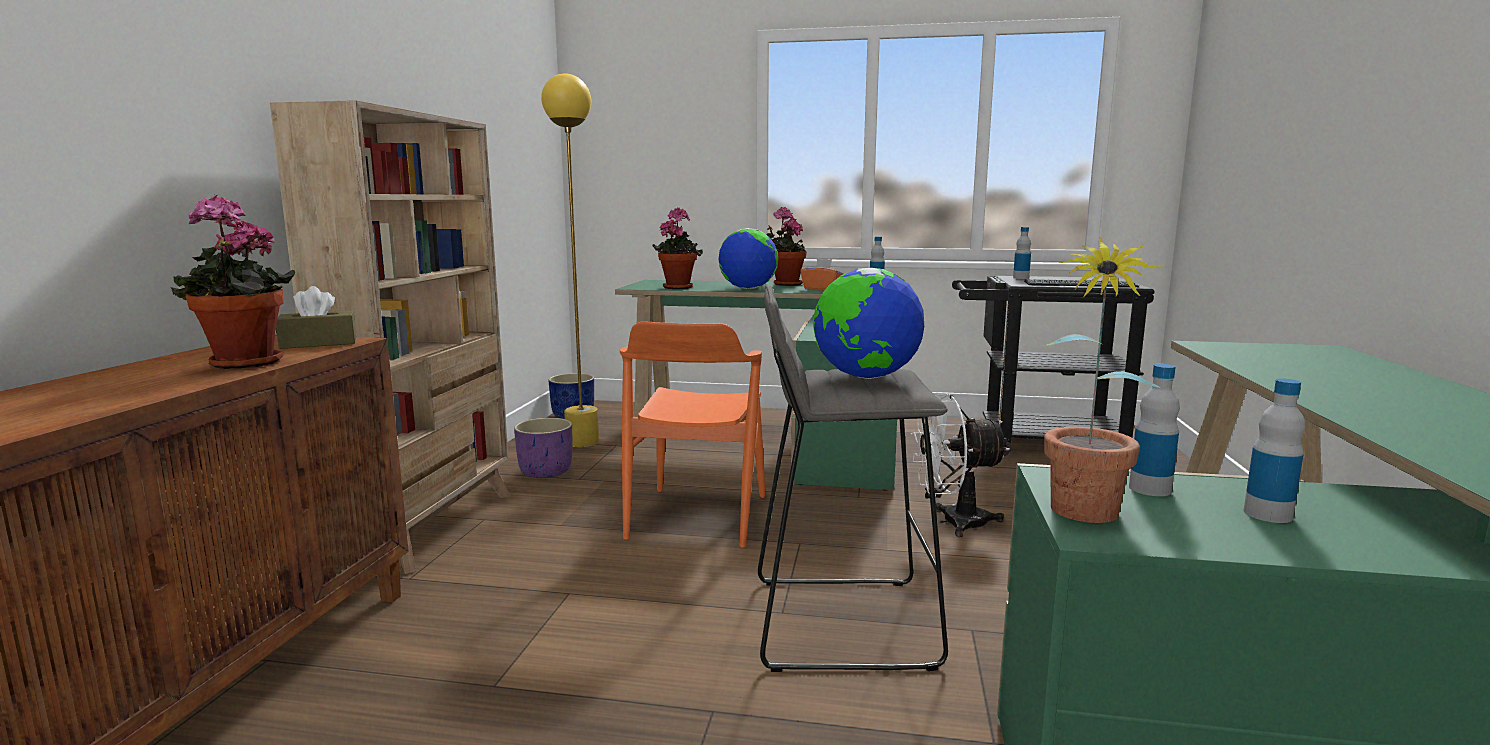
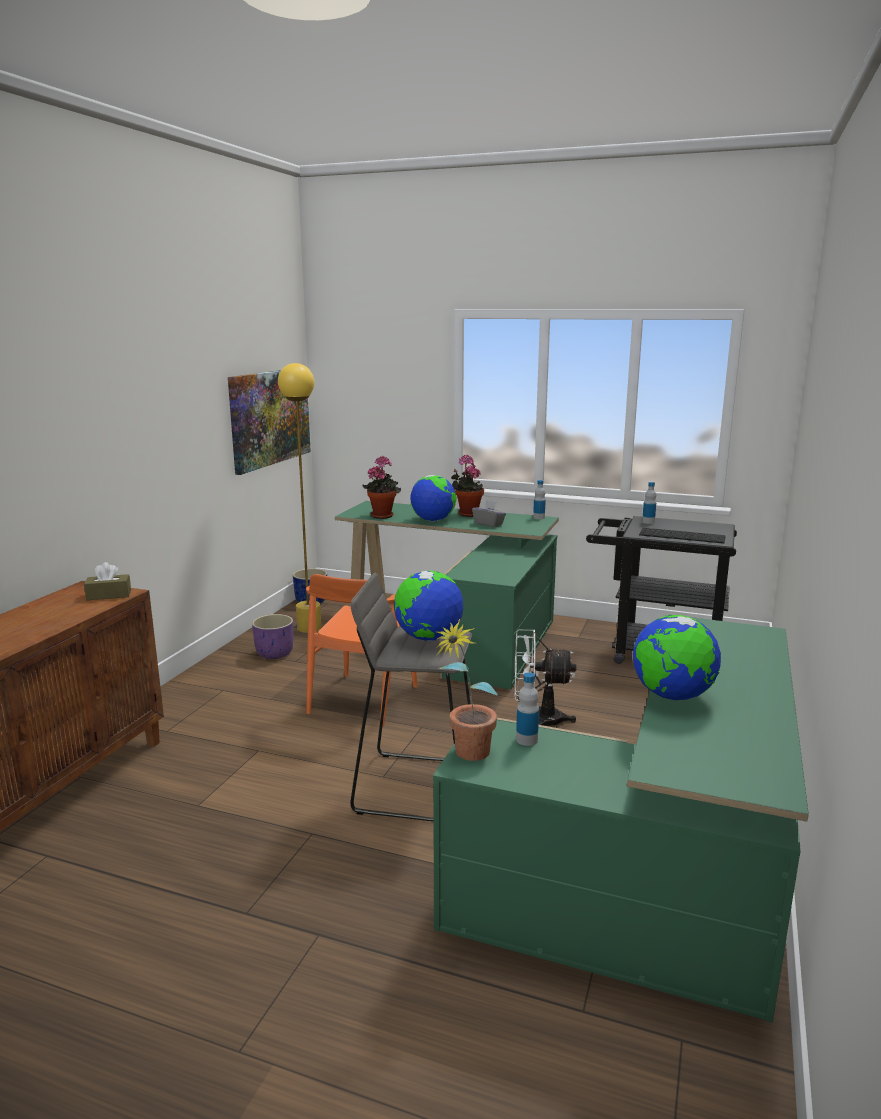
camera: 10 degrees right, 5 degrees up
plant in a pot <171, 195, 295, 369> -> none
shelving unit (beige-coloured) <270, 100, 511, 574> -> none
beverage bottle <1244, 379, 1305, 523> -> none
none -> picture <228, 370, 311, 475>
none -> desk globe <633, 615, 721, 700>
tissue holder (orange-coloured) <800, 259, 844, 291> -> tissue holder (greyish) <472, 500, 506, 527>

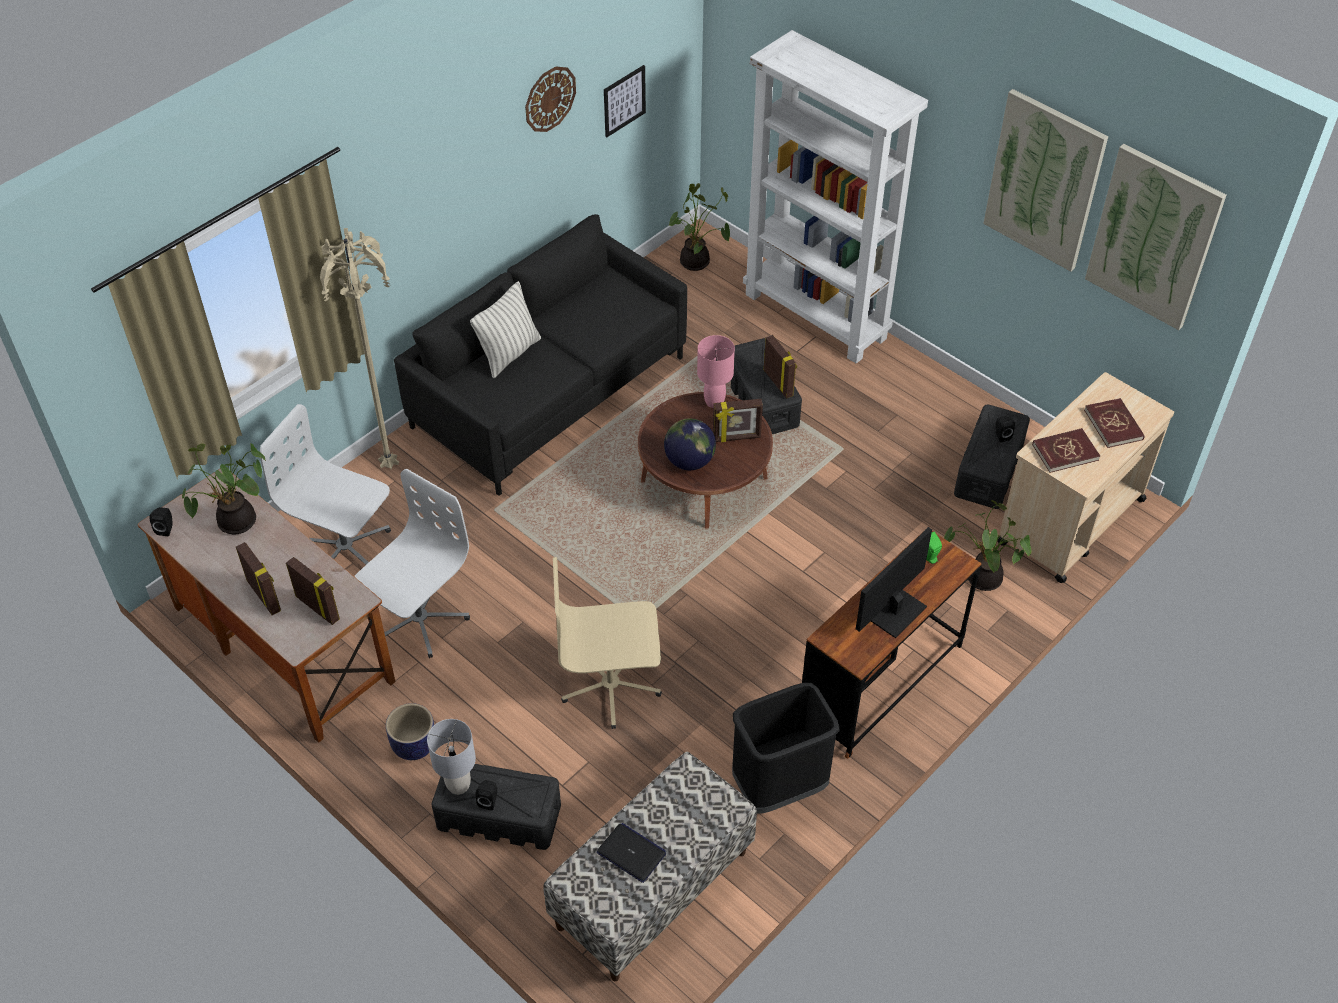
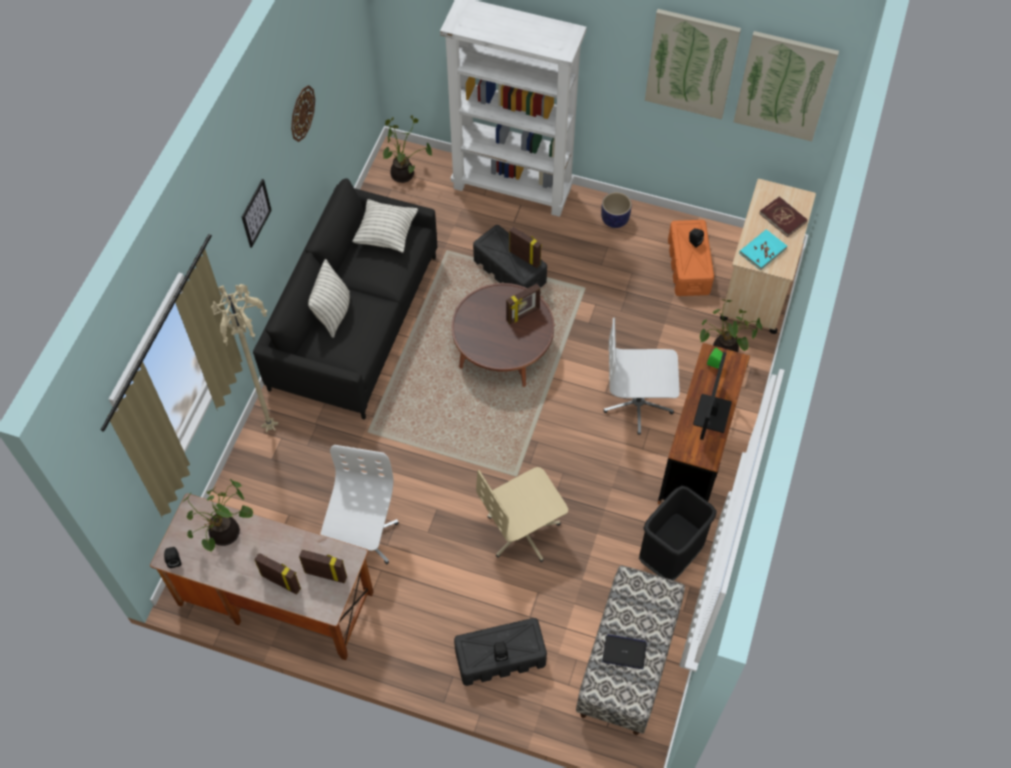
camera: 25 degrees left, 10 degrees up
lamp for a table (greyish) <427, 719, 476, 795> -> none
desk globe <664, 418, 716, 470> -> none
lamp for a table (pink) <697, 335, 735, 408> -> none
none -> cushion <352, 199, 418, 253>
computer chair (white-coloured) <260, 404, 391, 565> -> computer chair (white-coloured) <603, 317, 680, 435>, move
plant pot <386, 703, 434, 760> -> plant pot <601, 192, 632, 228>, move
picture <604, 65, 646, 137> -> picture <242, 179, 272, 248>, move
storage box (black-coloured) <954, 404, 1030, 509> -> storage box (orange-coloured) <668, 220, 714, 296>
book (reddish) <1032, 428, 1100, 473> -> book (turquoise) <739, 229, 787, 271>

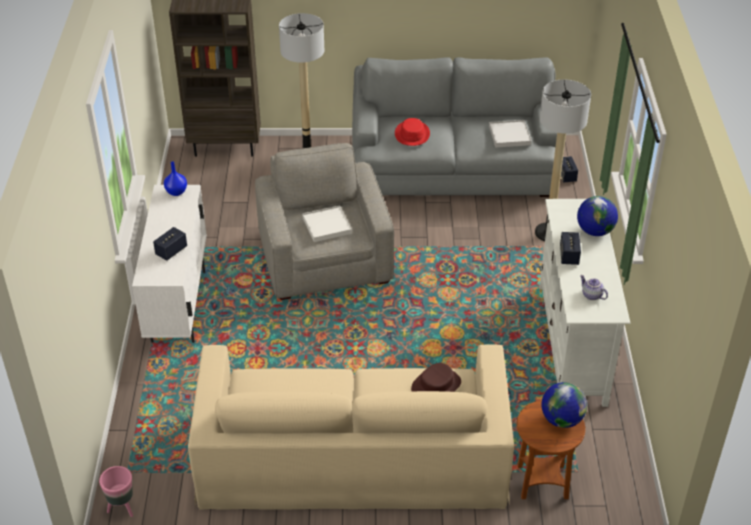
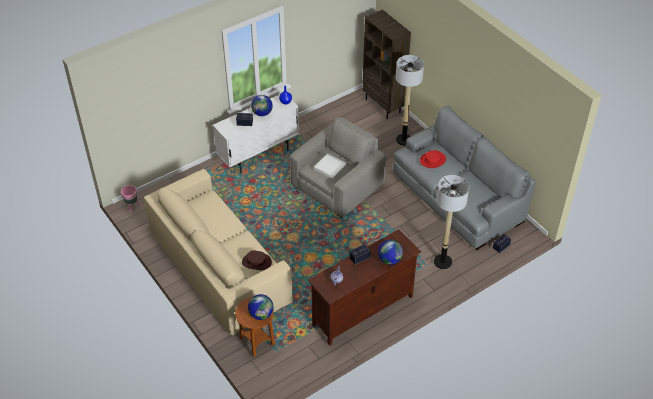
camera: 55 degrees right, 5 degrees up
serving tray (white-coloured) <489, 120, 532, 148> -> none
none -> desk globe <251, 95, 273, 116>
tv stand (white-coloured) <539, 199, 631, 407> -> tv stand (brown) <307, 229, 421, 346>

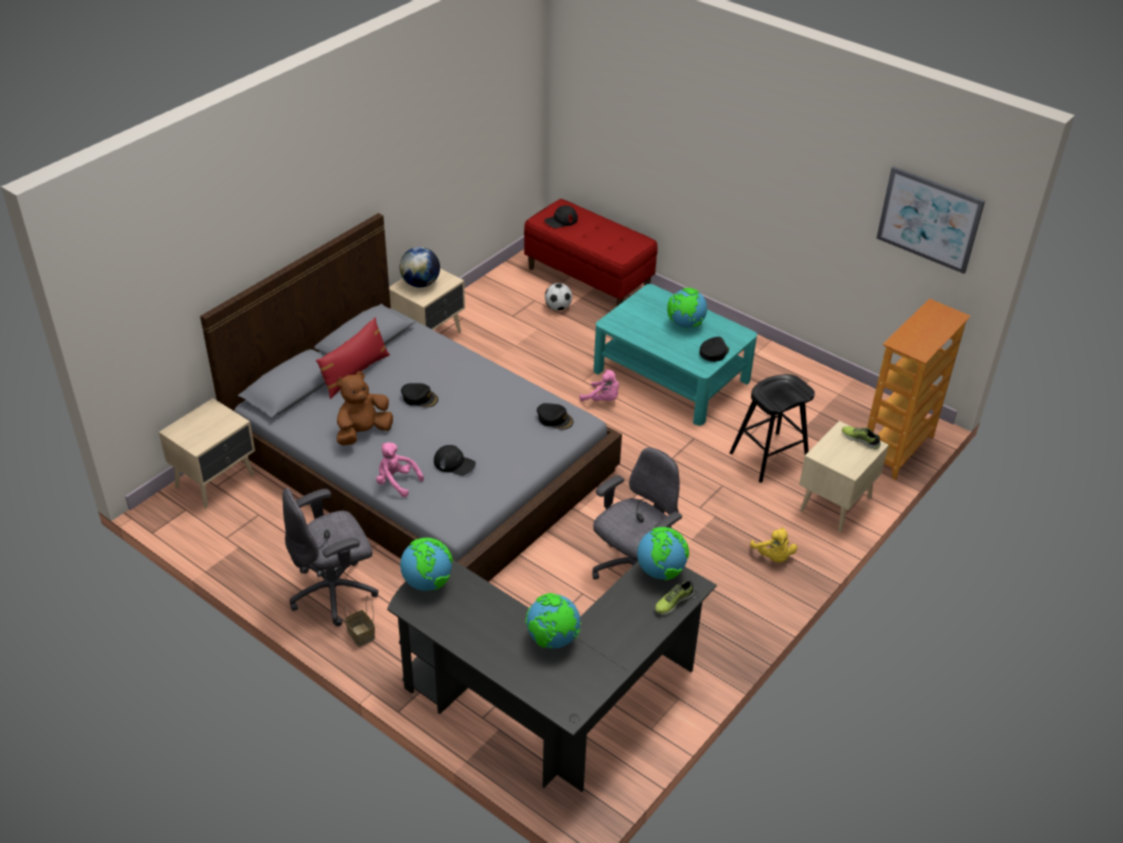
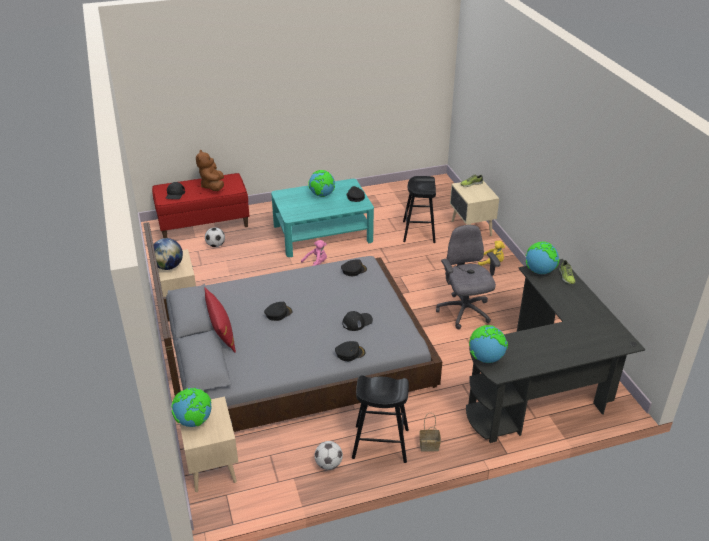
camera: 55 degrees left, 5 degrees down
shelving unit <867, 299, 971, 480> -> none
picture <876, 166, 985, 274> -> none
none -> football <315, 441, 343, 470>
cuddly toy (brown) <337, 371, 393, 445> -> cuddly toy (brown) <196, 150, 224, 191>, move
desk globe <526, 593, 581, 649> -> desk globe <171, 388, 212, 427>, move
computer chair (greyish) <283, 488, 379, 626> -> stool seat (black-coloured) <352, 375, 409, 463>
cuddly toy (pink) <376, 442, 424, 497> -> cap (black-coloured) <335, 341, 365, 361>

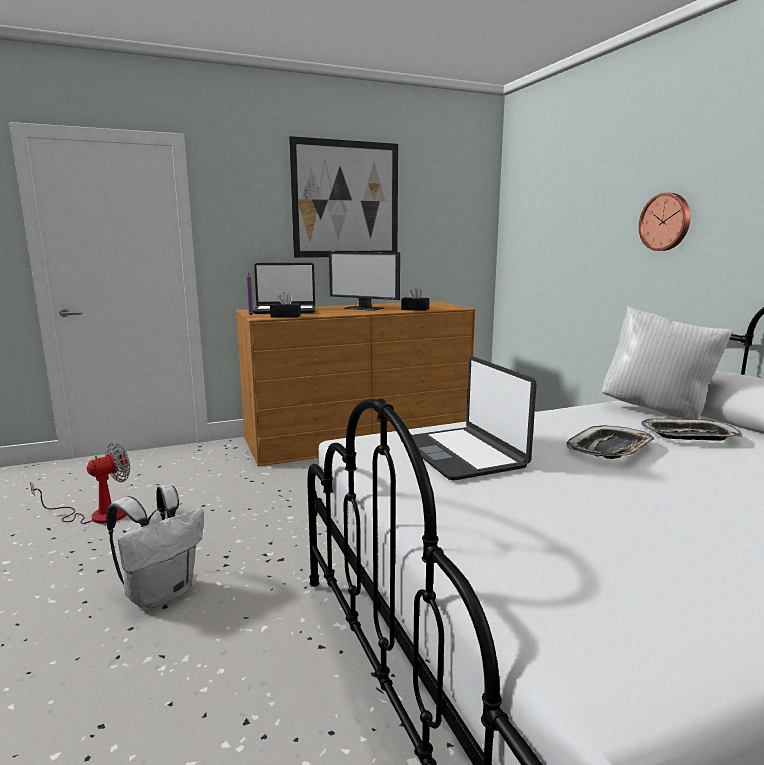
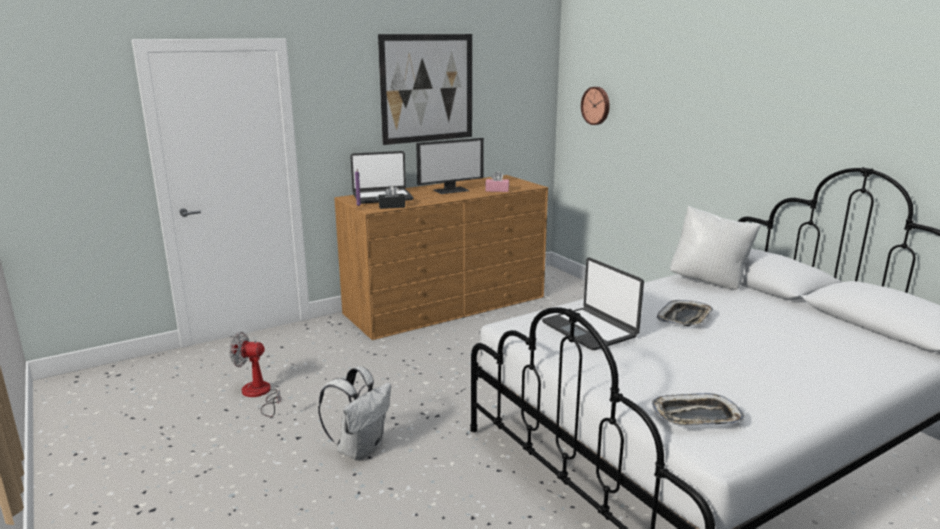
camera: 10 degrees left, 5 degrees up
wall clock <639, 193, 690, 251> -> wall clock <581, 87, 610, 125>, move
serving tray <641, 419, 743, 441> -> serving tray <652, 393, 745, 426>, move
tissue holder (black-coloured) <401, 287, 429, 311> -> tissue holder (pink) <485, 171, 509, 192>
fan <30, 443, 130, 524> -> fan <230, 332, 282, 417>, 120 degrees counterclockwise
computer screen <329, 252, 400, 311> -> computer screen <416, 138, 484, 194>, 45 degrees counterclockwise

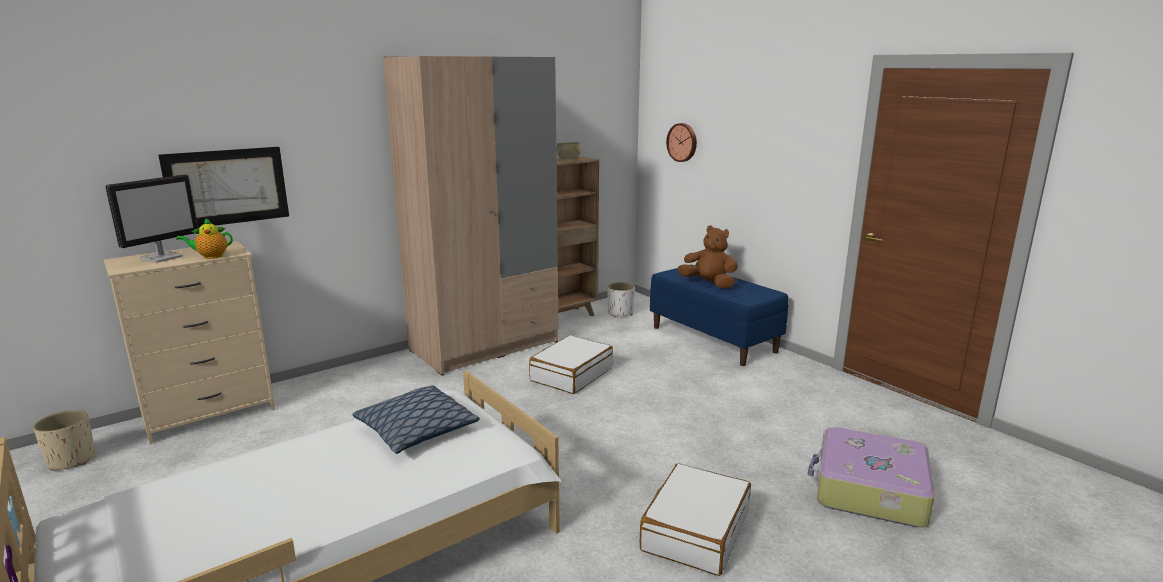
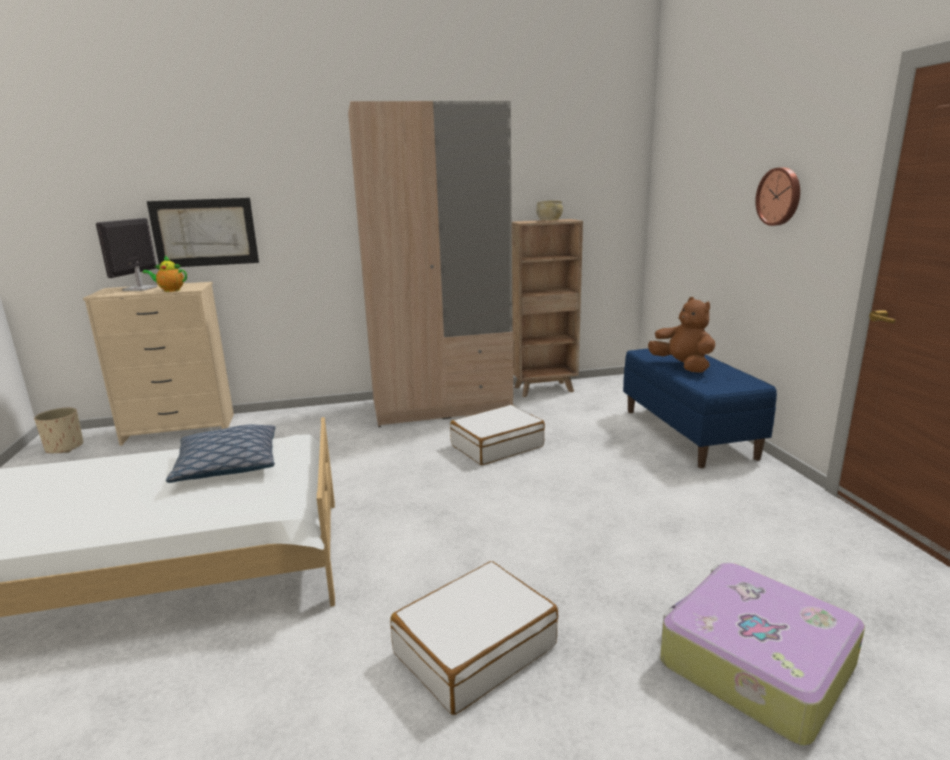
camera: 25 degrees right, 0 degrees up
plant pot (white-coloured) <607, 282, 635, 317> -> none
wall clock <666, 123, 697, 162> -> wall clock <755, 167, 800, 226>, move
computer screen <105, 174, 199, 263> -> computer screen <96, 218, 157, 291>, 135 degrees clockwise

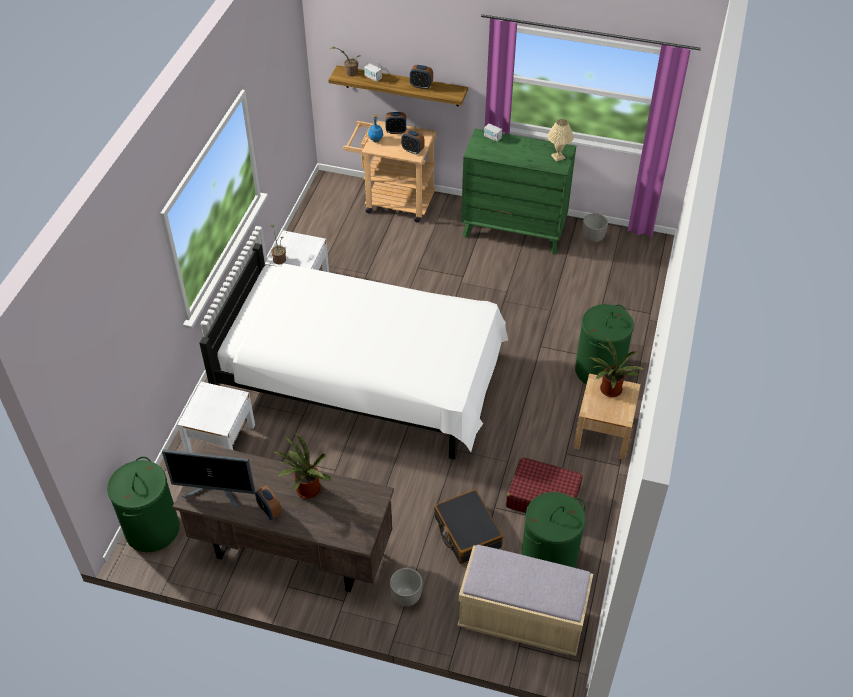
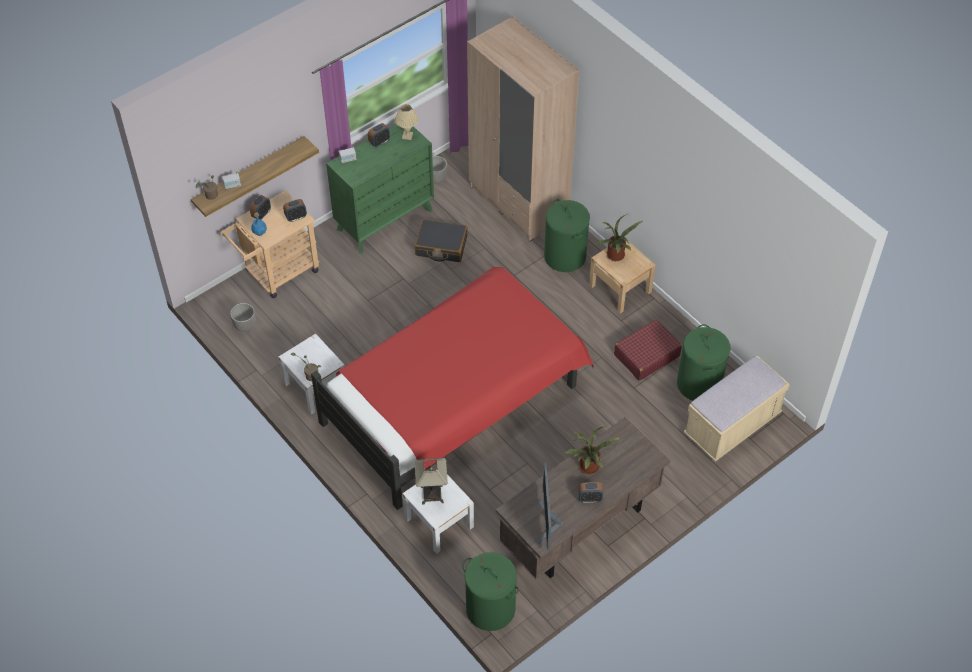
camera: 55 degrees left, 5 degrees up
none -> lamp for a table <415, 458, 448, 504>
none -> armoire (beige-coloured) <467, 16, 579, 242>
plant pot <390, 568, 423, 606> -> plant pot <230, 303, 256, 332>, move
table clock <410, 65, 433, 90> -> table clock <368, 123, 390, 147>, move
travel case (black-coloured) <434, 490, 503, 564> -> travel case (black-coloured) <415, 219, 467, 262>, move
sleeping bed (white-coloured) <199, 243, 508, 460> -> sleeping bed (reddish) <311, 267, 593, 510>
computer screen <162, 449, 255, 507> -> computer screen <536, 462, 564, 551>, 135 degrees clockwise

